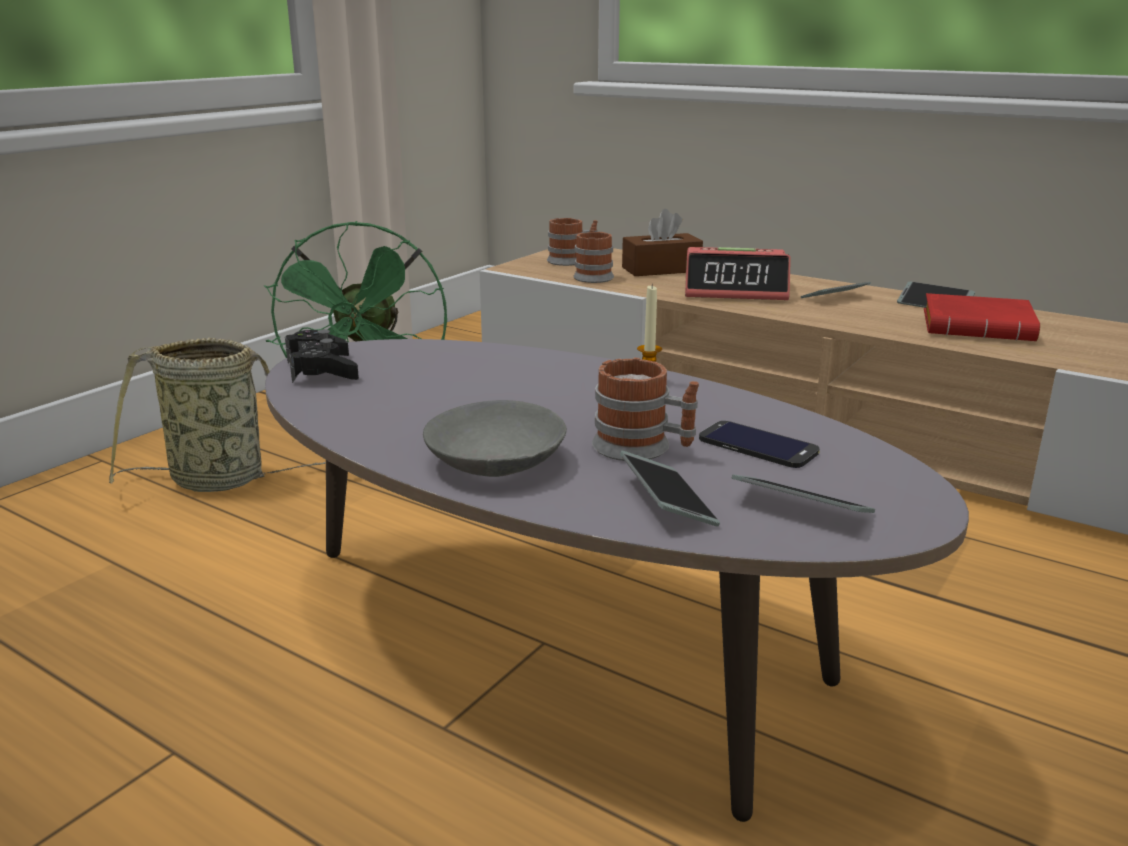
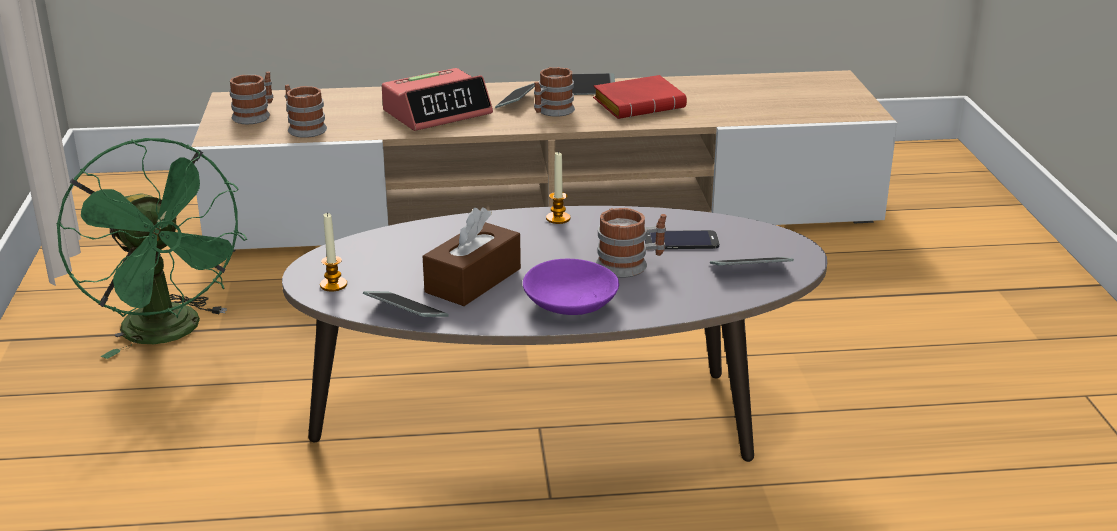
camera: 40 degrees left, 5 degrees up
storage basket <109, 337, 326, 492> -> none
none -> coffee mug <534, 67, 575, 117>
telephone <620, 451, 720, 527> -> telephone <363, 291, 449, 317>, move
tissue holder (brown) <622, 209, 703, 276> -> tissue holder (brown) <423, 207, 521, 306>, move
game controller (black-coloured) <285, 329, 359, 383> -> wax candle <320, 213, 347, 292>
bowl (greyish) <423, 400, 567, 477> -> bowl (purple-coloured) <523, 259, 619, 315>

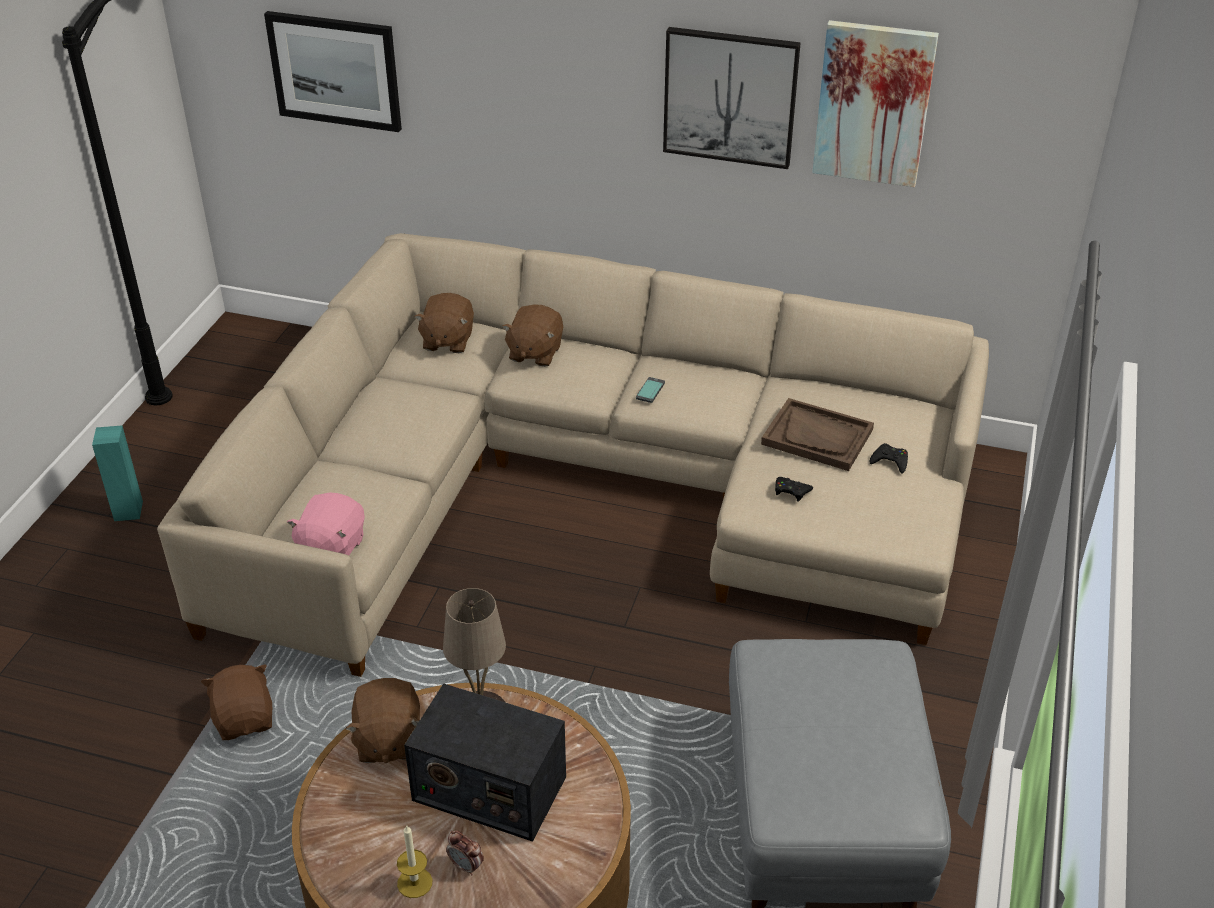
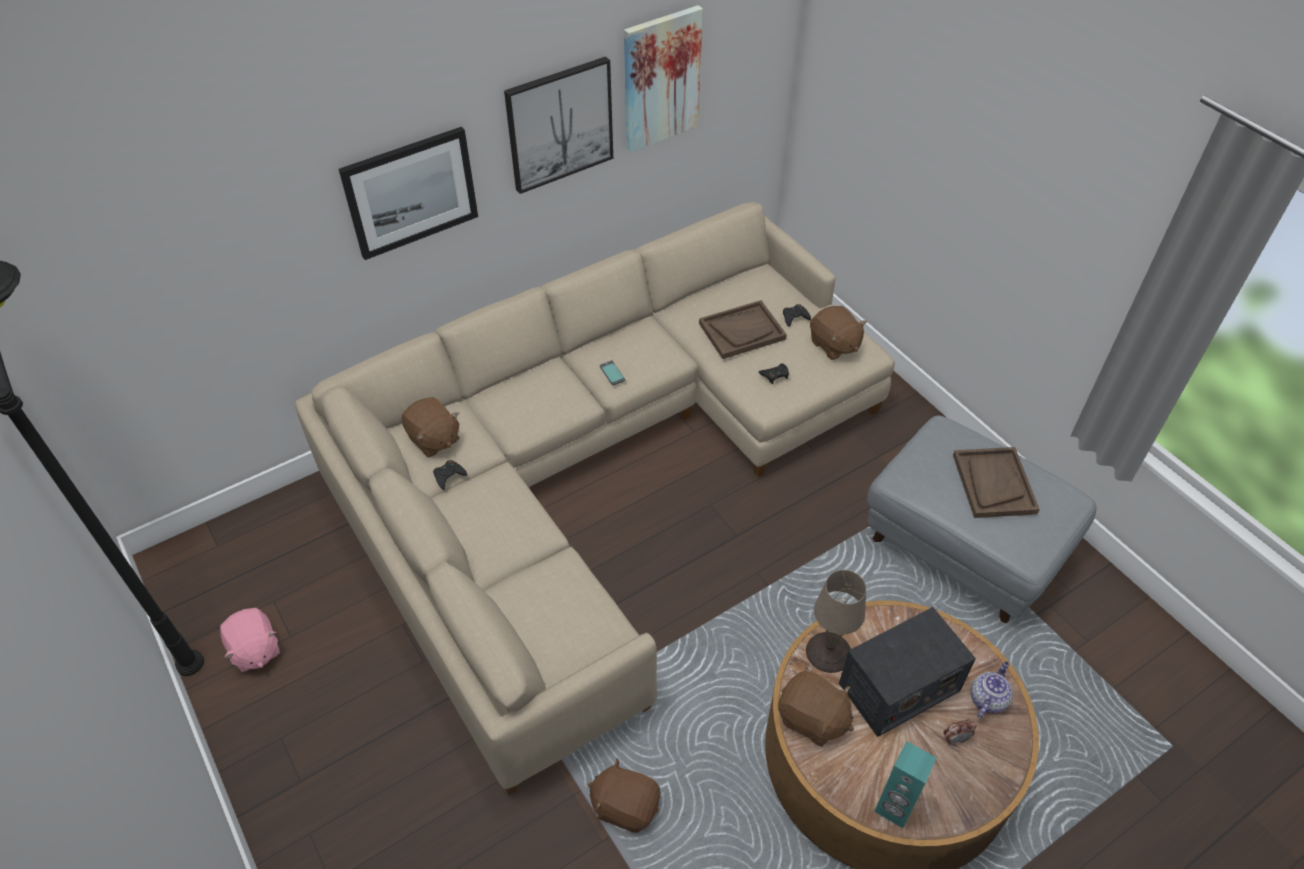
camera: 50 degrees left, 10 degrees up
wax candle <397, 824, 433, 898> -> none
none -> game controller (black-coloured) <433, 460, 467, 490>
none -> serving tray (brown) <953, 447, 1040, 518>
none -> teapot <971, 661, 1013, 718>
loudspeaker (turquoise) <92, 426, 143, 521> -> loudspeaker (turquoise) <874, 741, 937, 828>, move
picture <264, 11, 402, 132> -> picture <339, 127, 478, 260>, move
cuddly toy (pink) <287, 492, 365, 555> -> cuddly toy (pink) <220, 608, 280, 672>, move
cuddly toy (brown) <502, 305, 563, 367> -> cuddly toy (brown) <810, 306, 867, 360>, move

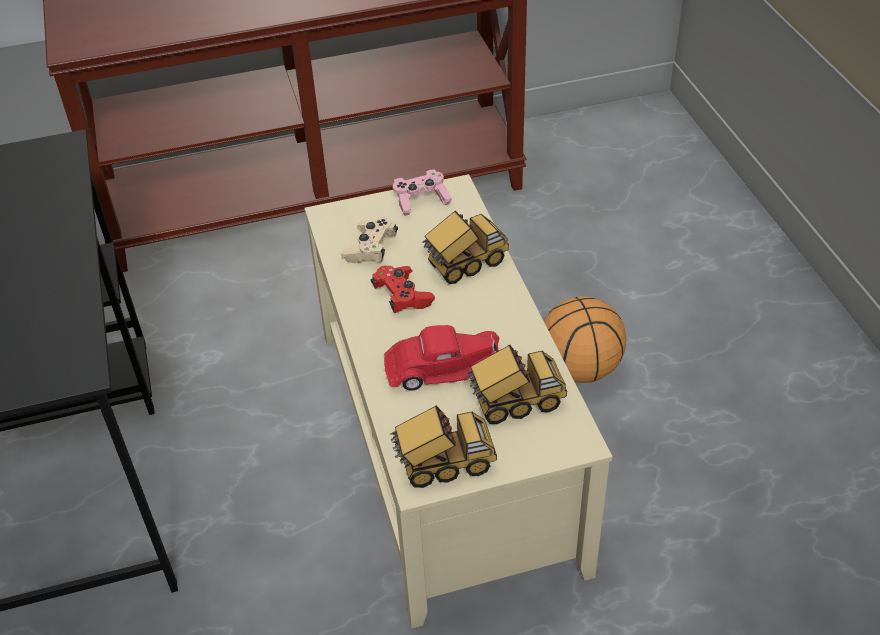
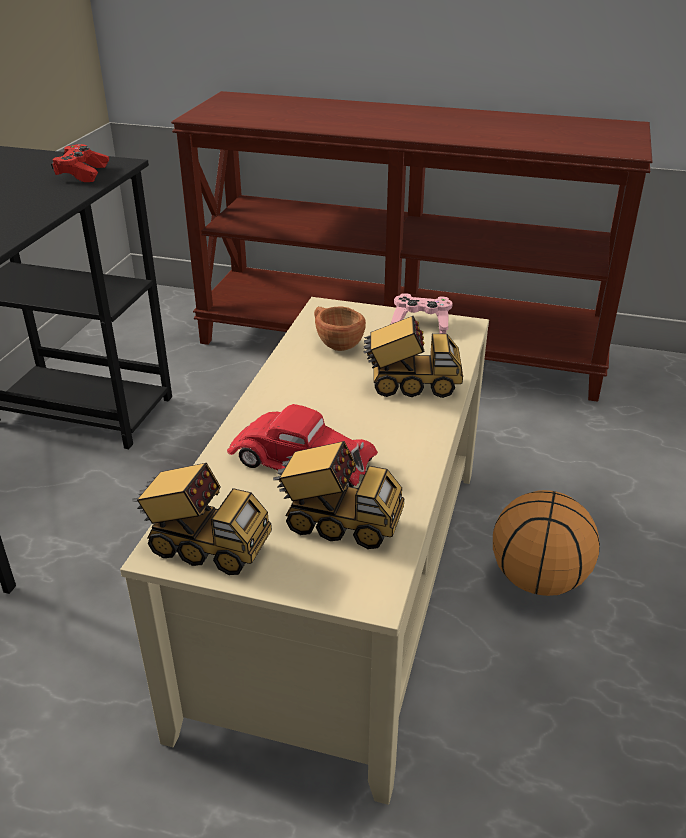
camera: 30 degrees right, 10 degrees down
game controller (reddish) <371, 265, 435, 313> -> game controller (reddish) <51, 144, 109, 182>, move
game controller (beige-coloured) <341, 217, 398, 263> -> cup (brown) <314, 307, 366, 351>

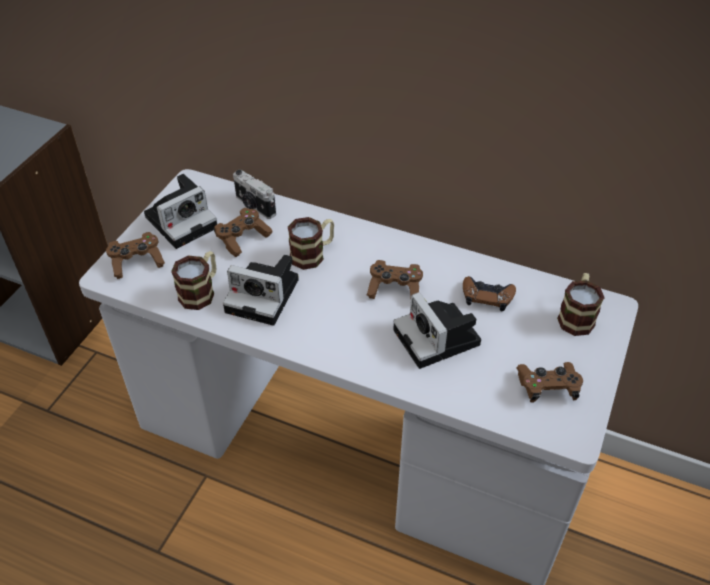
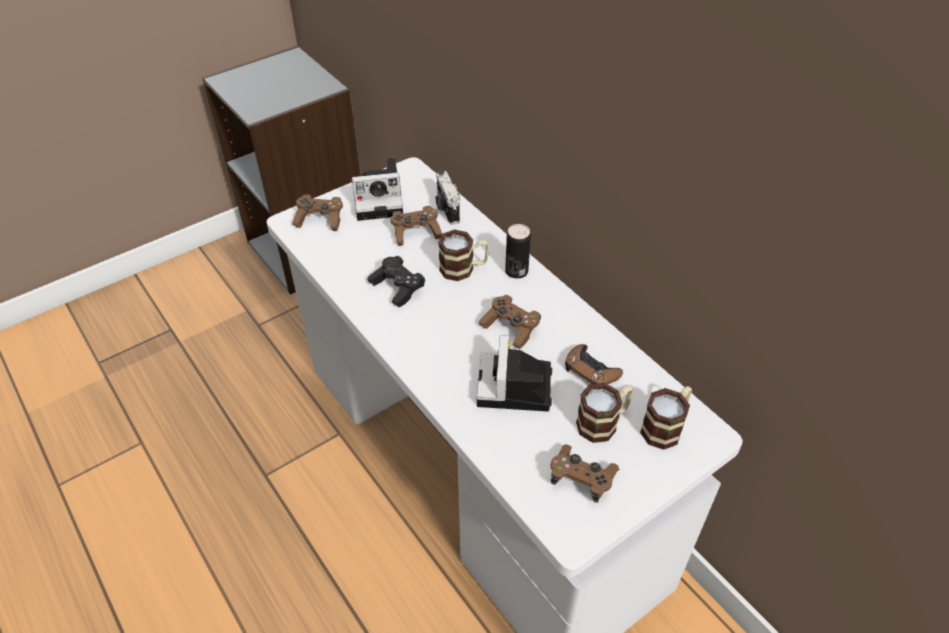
camera: 30 degrees right, 0 degrees up
none -> can <505, 224, 531, 279>
coffee mug <171, 251, 216, 310> -> coffee mug <576, 383, 633, 443>, move
still camera <223, 255, 299, 326> -> game controller (black-coloured) <367, 256, 425, 307>

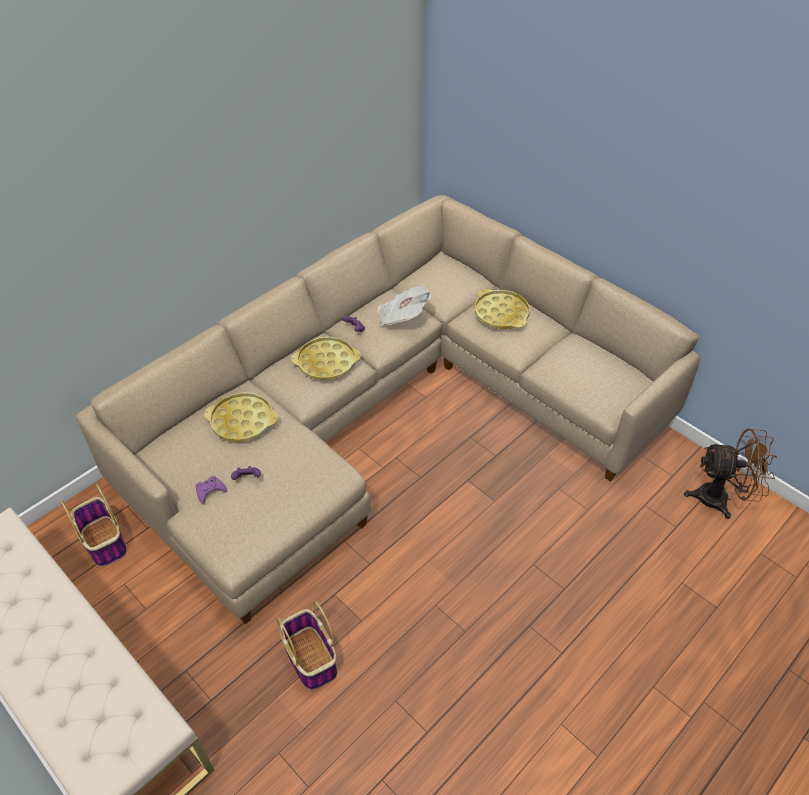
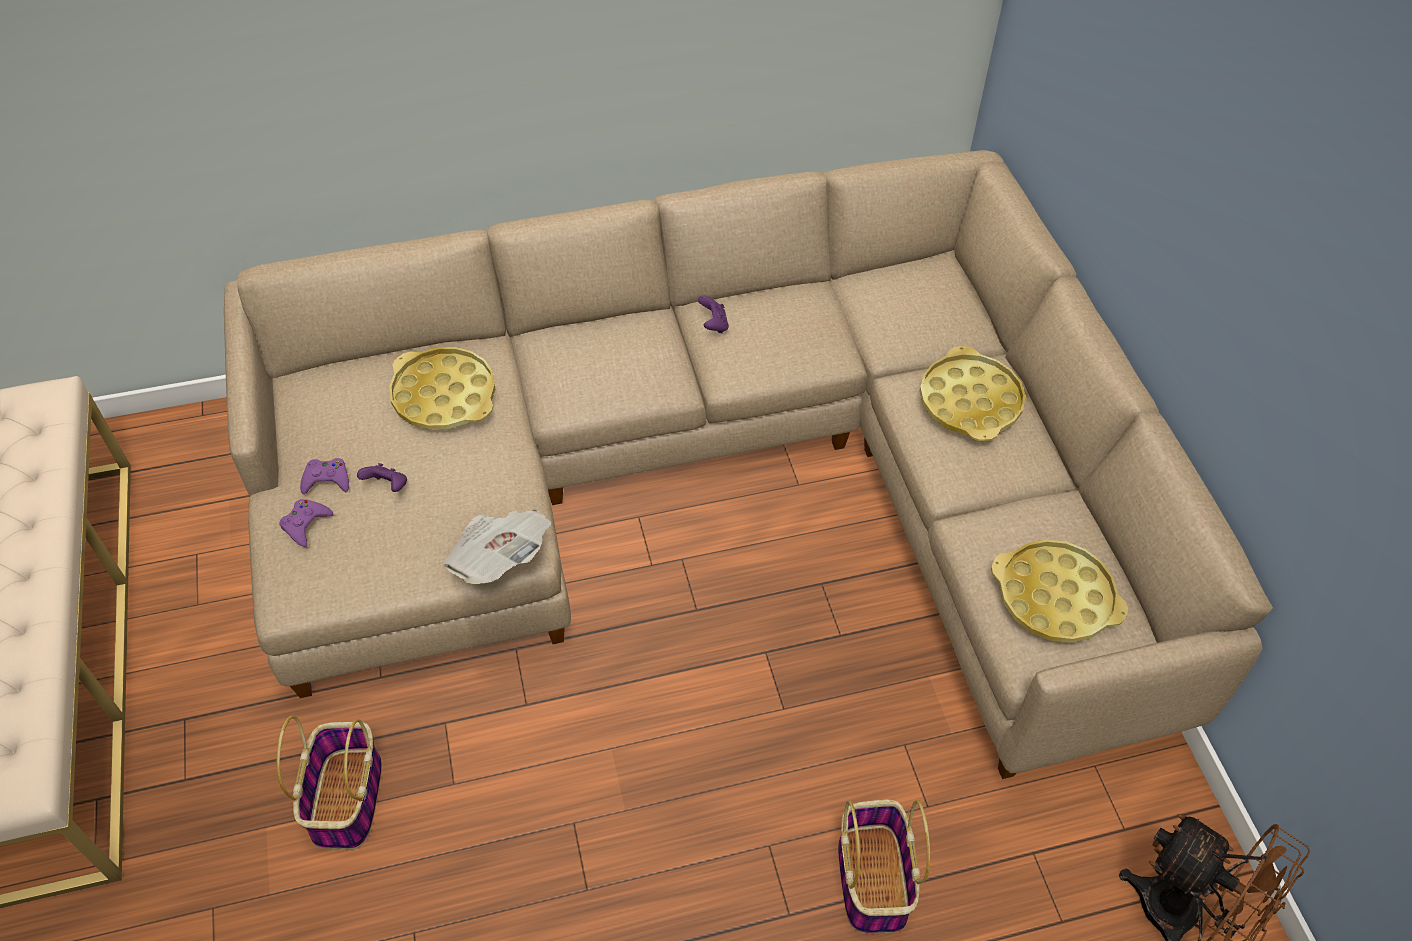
camera: 30 degrees right, 5 degrees up
none -> game controller (purple-coloured) <279, 499, 333, 547>
storage basket <61, 484, 127, 567> -> storage basket <838, 799, 930, 934>, move
serving tray (yellowish) <291, 337, 361, 380> -> serving tray (yellowish) <991, 540, 1128, 643>, move
newspaper <377, 285, 431, 326> -> newspaper <442, 510, 551, 584>, move

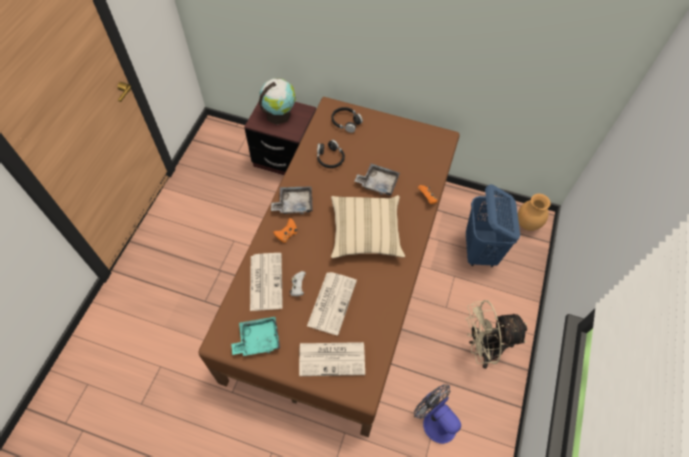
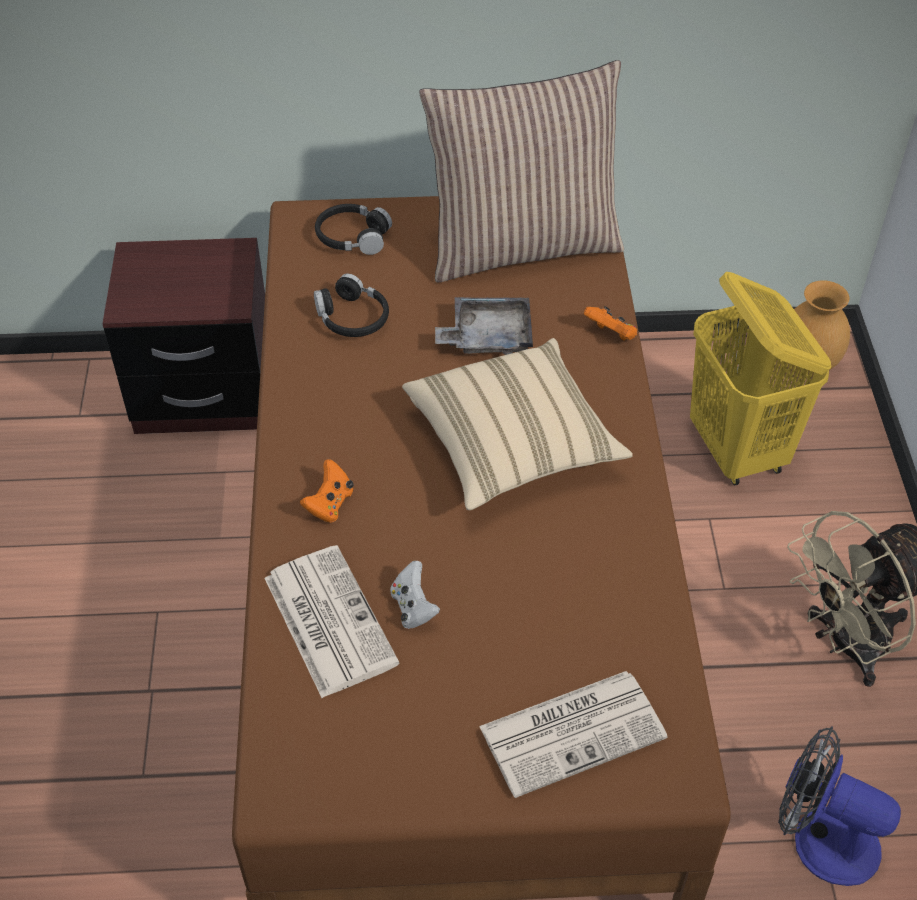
camera: 20 degrees left, 10 degrees down
serving tray (turquoise) <231, 317, 280, 356> -> none
desk globe <259, 78, 296, 125> -> none
serving tray (greyish) <271, 186, 313, 214> -> none
newspaper <307, 272, 357, 335> -> none
none -> cushion <419, 60, 624, 282>
washing basket (bluish) <466, 184, 520, 267> -> washing basket (yellowish) <690, 272, 832, 485>

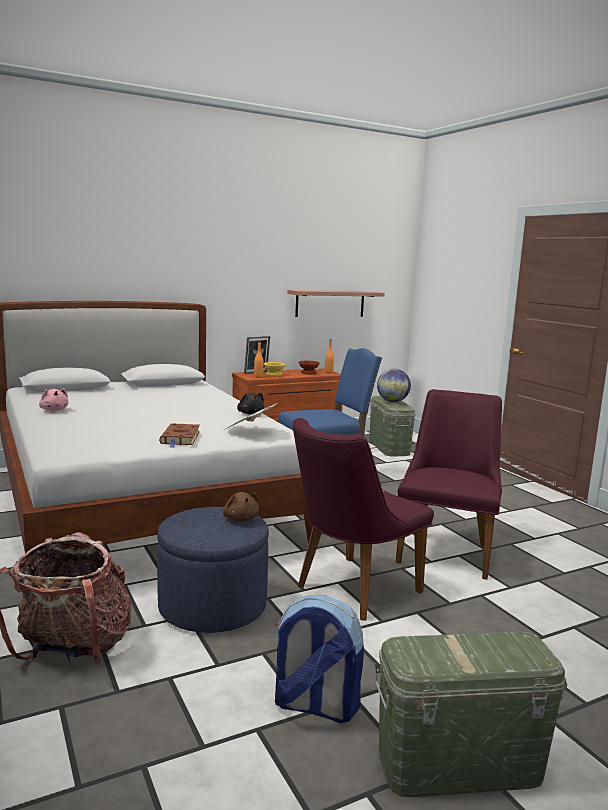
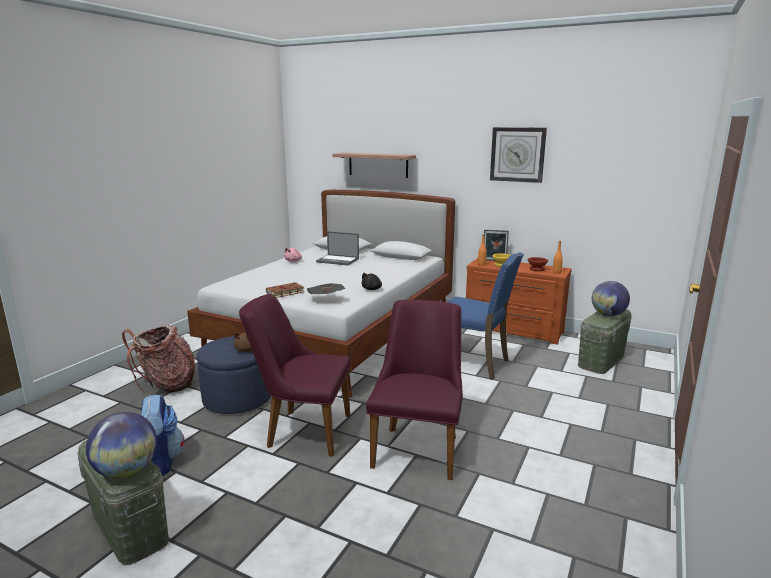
camera: 55 degrees right, 5 degrees up
none -> desk globe <86, 412, 157, 479>
none -> laptop <316, 231, 359, 265>
none -> wall clock <490, 127, 547, 183>
bracket shelf <287, 290, 385, 317> -> bracket shelf <332, 153, 416, 178>, move
upright chair (purple-coloured) <396, 389, 502, 580> -> upright chair (purple-coloured) <366, 300, 463, 480>, 60 degrees counterclockwise

